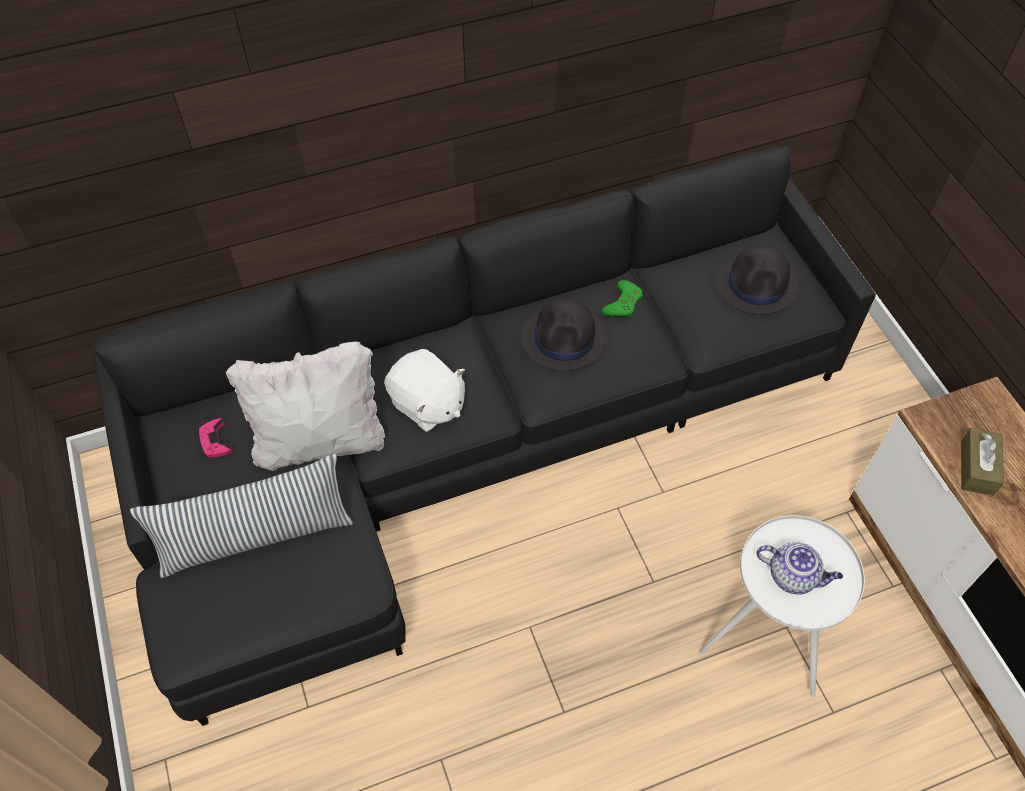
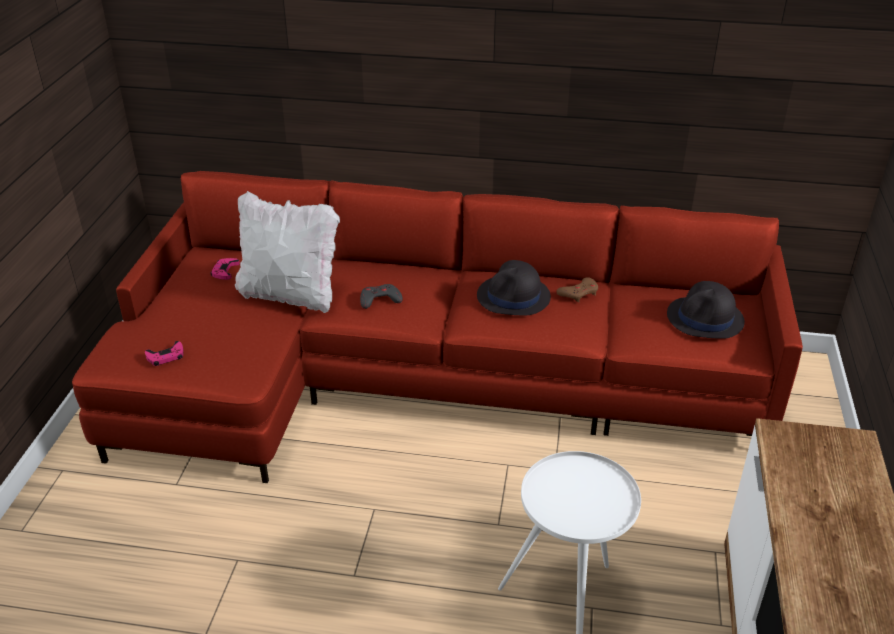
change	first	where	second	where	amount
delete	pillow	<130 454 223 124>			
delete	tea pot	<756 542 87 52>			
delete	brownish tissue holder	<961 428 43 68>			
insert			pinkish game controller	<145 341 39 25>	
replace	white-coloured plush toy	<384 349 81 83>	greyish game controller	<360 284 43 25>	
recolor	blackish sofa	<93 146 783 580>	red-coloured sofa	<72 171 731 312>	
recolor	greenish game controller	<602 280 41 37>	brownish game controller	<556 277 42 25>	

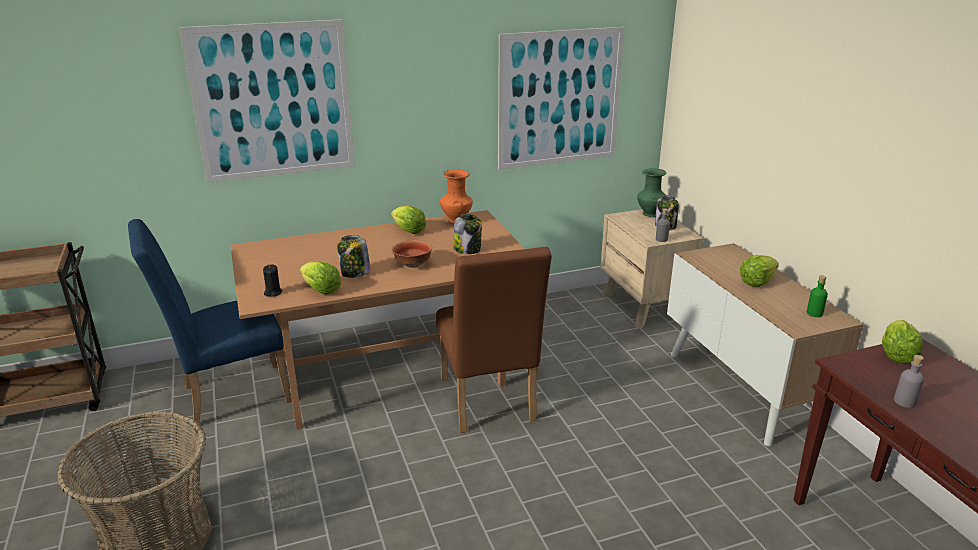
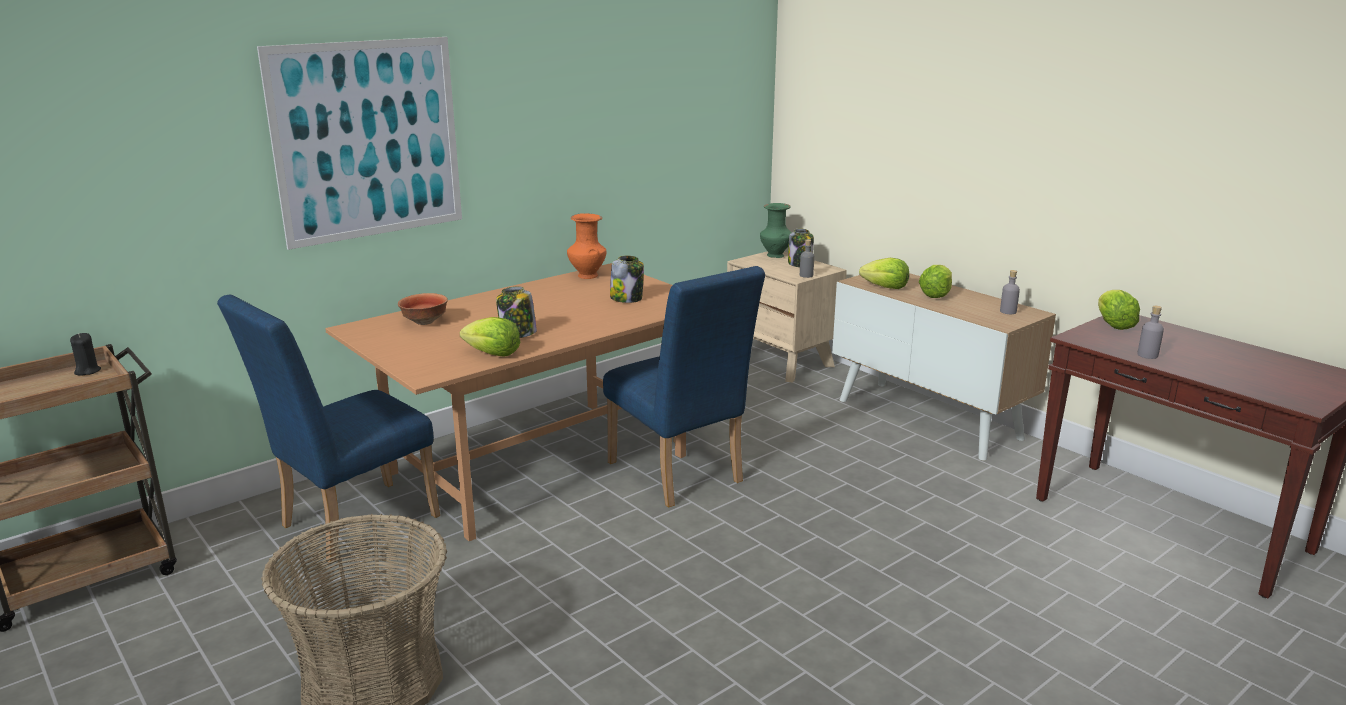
change	first	where	second	where	amount
delete	wall art	<498 27 127 143>			
move	blackish candle	<263 265 19 32>		<70 333 31 43>	
move	lettuce head	<391 206 35 28>		<859 258 50 31>	
move	bowl	<392 240 40 28>		<398 293 50 32>	
recolor	brownish plain chair	<436 247 116 186>	blue-coloured plain chair	<603 266 162 242>	
recolor	greenish bottle	<807 275 21 42>	greyish bottle	<1000 270 20 44>	

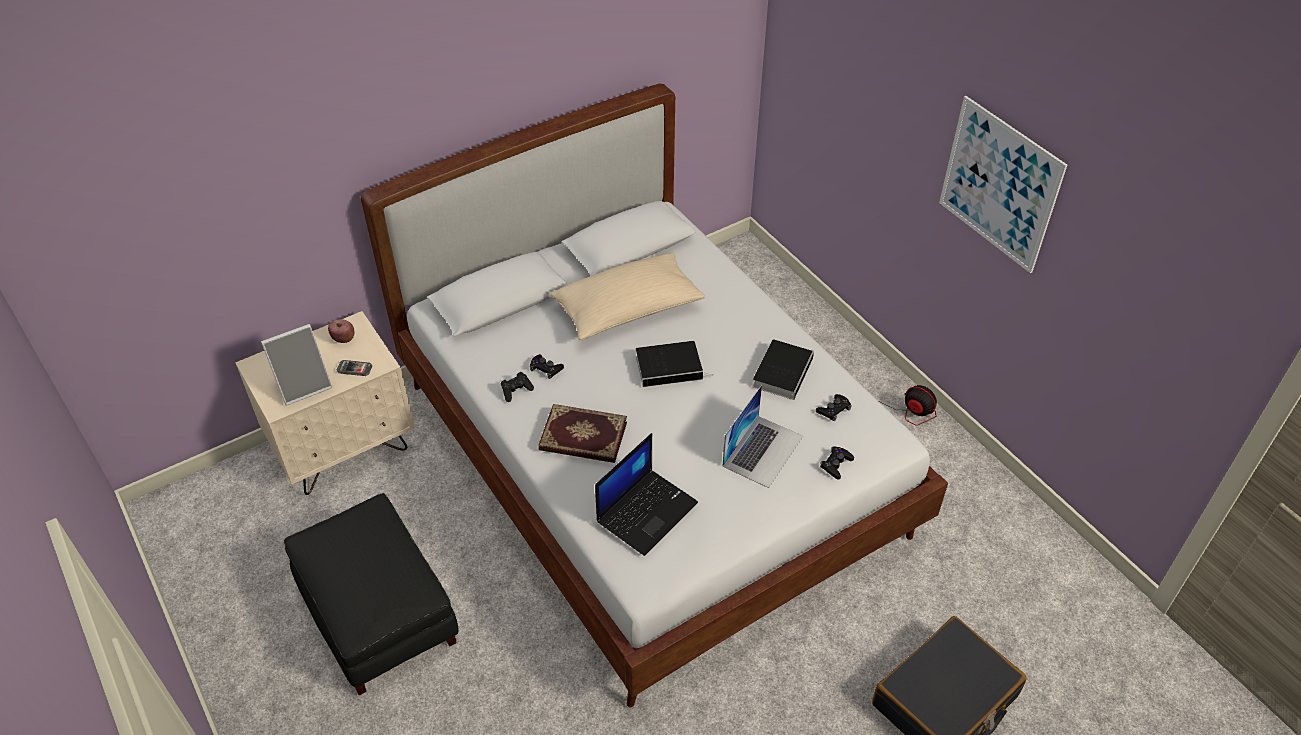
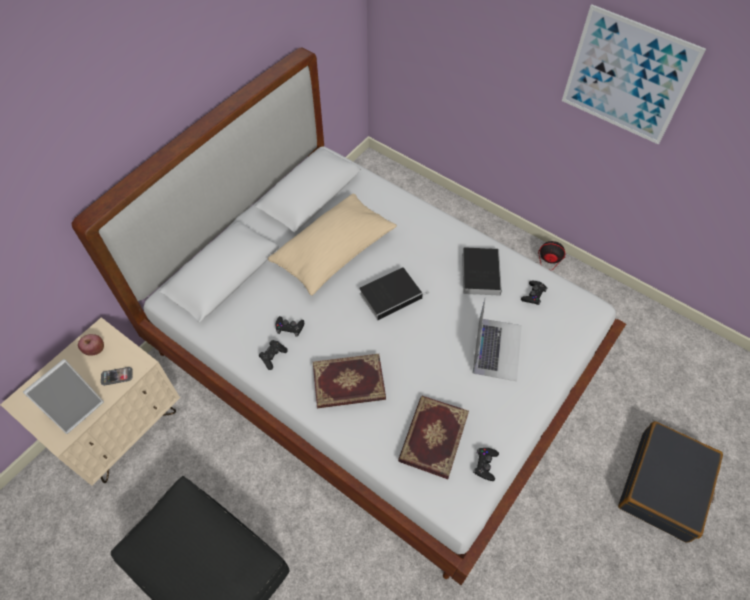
change	first	where	second	where	amount
move	blackish game controller	<820 446 34 34>		<473 448 26 33>	
replace	laptop	<595 433 103 123>	book	<398 396 71 83>	

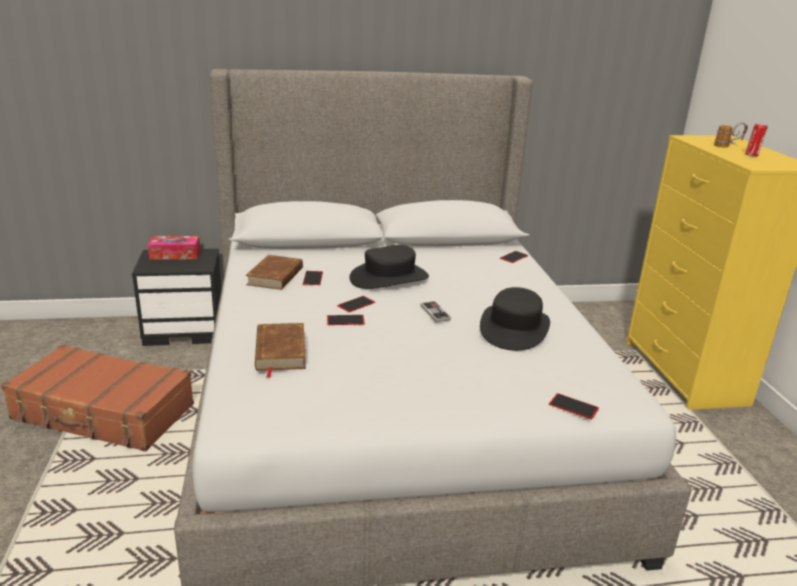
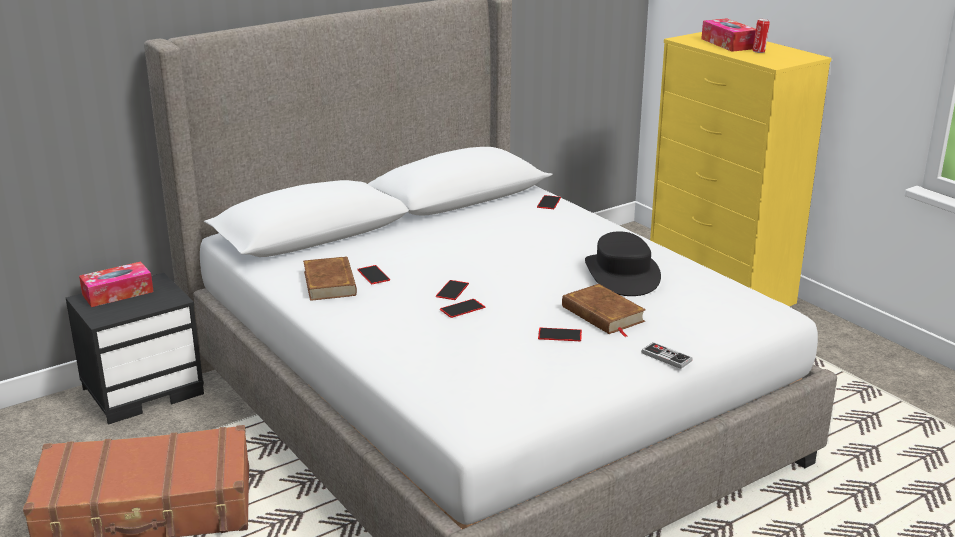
change	first	where	second	where	amount
delete	blackish clothing hat	<349 245 80 44>			
move	brownish book	<255 323 51 55>		<562 284 84 53>	
move	game controller	<420 301 31 21>		<641 342 52 27>	
move	phone	<549 393 50 27>		<538 328 44 13>	
replace	coffee mug	<714 122 34 26>	tissue holder	<701 18 55 34>	

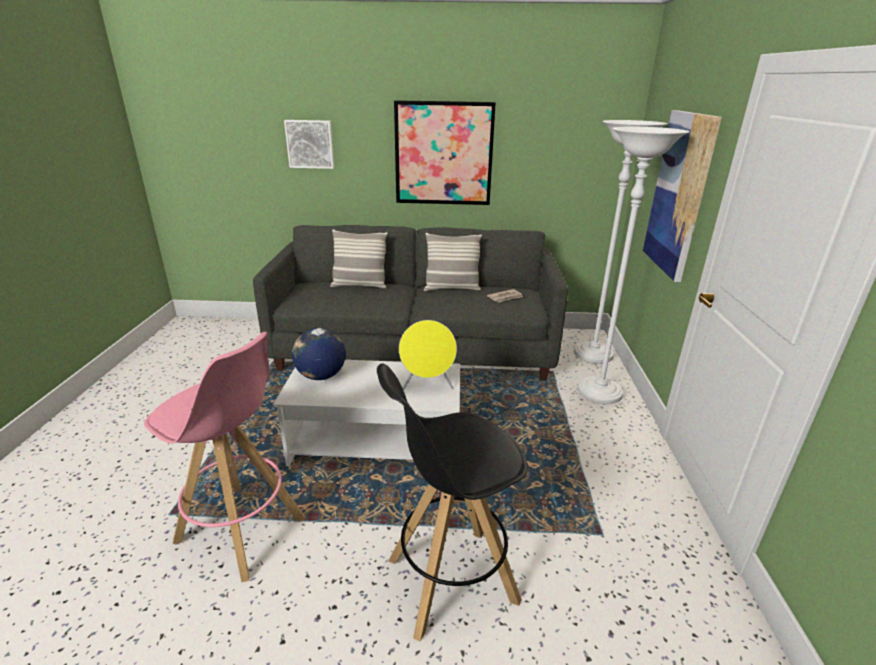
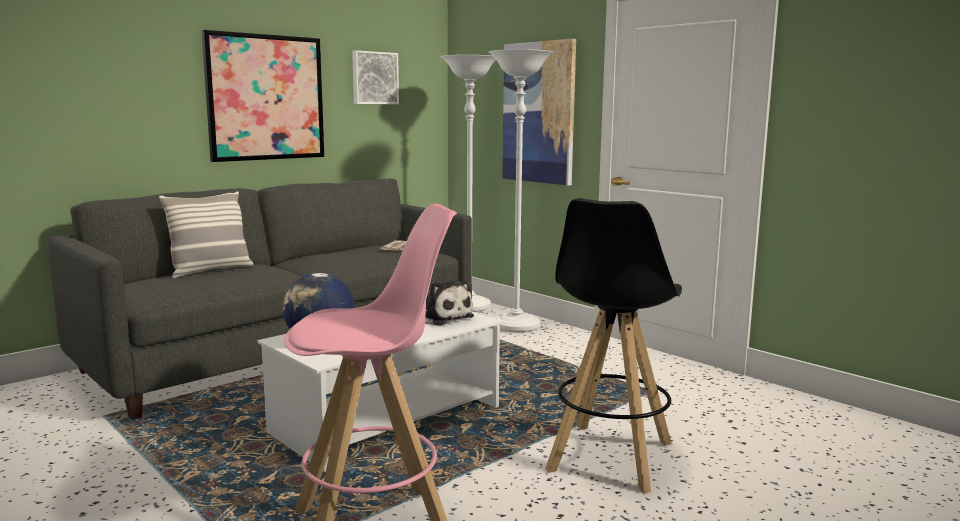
change	first	where	second	where	amount
delete	pillow	<424 233 58 58>			
move	wall art	<284 120 50 49>		<352 50 47 54>	
replace	yellow-coloured loudspeaker	<399 320 58 71>	plush toy	<425 280 49 46>	

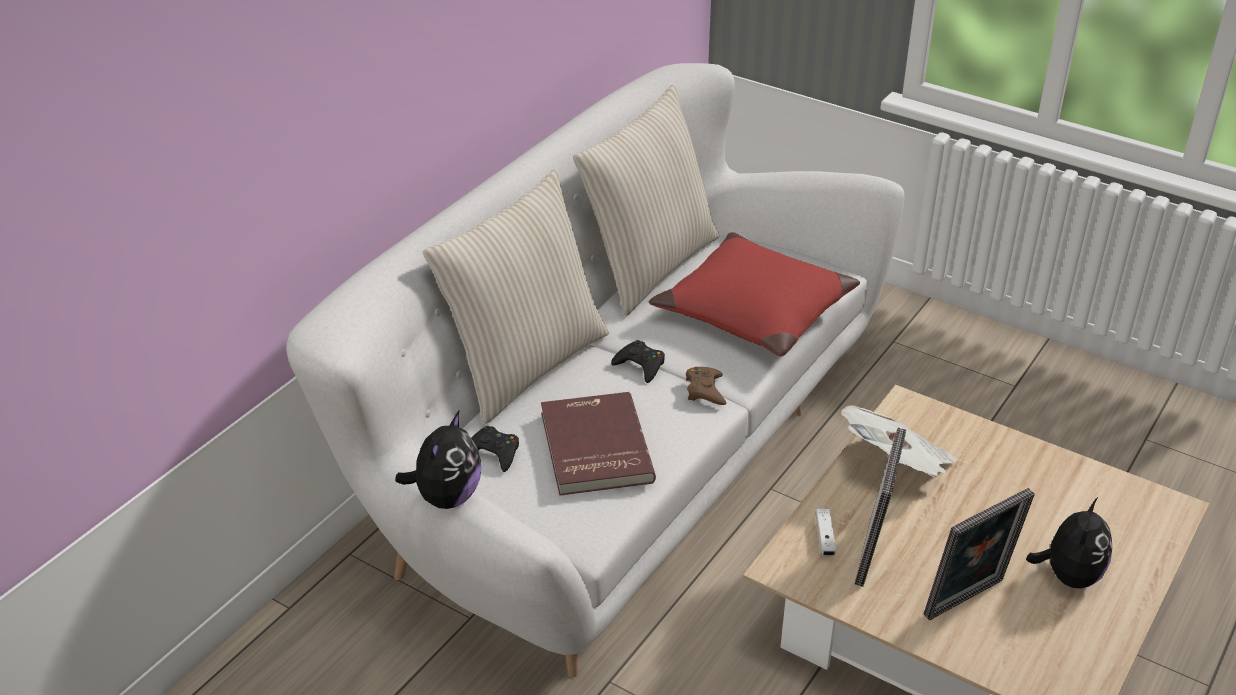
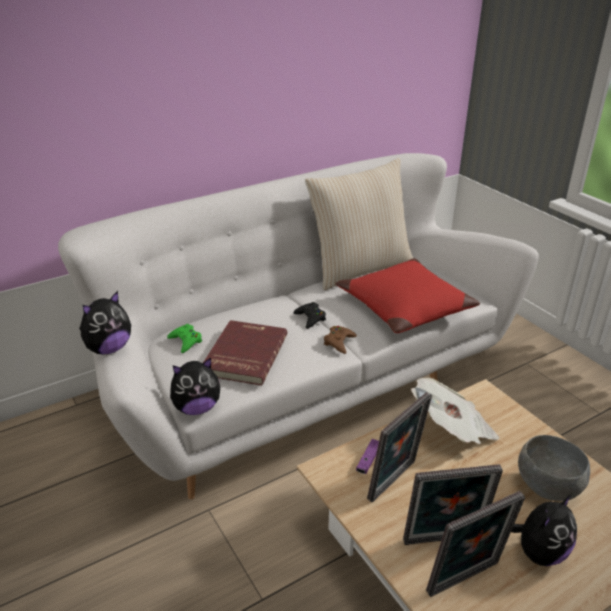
change	first	where	second	where	amount
delete	sand-coloured pillow	<423 169 186 255>			
insert			plush toy	<170 358 51 57>	
insert			picture frame	<426 491 99 106>	
insert			greyish bowl	<518 435 72 66>	
recolor	blackish game controller	<471 426 48 46>	greenish game controller	<167 324 35 29>	
recolor	white-coloured game controller	<816 508 20 48>	purplish game controller	<356 439 23 35>	

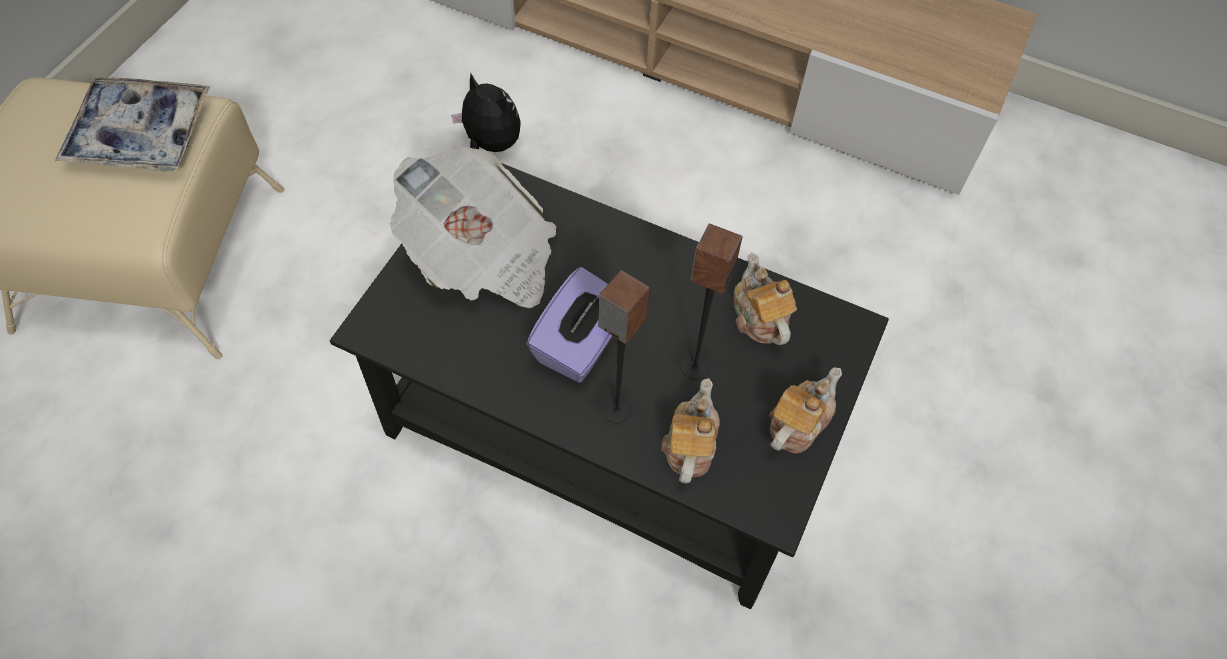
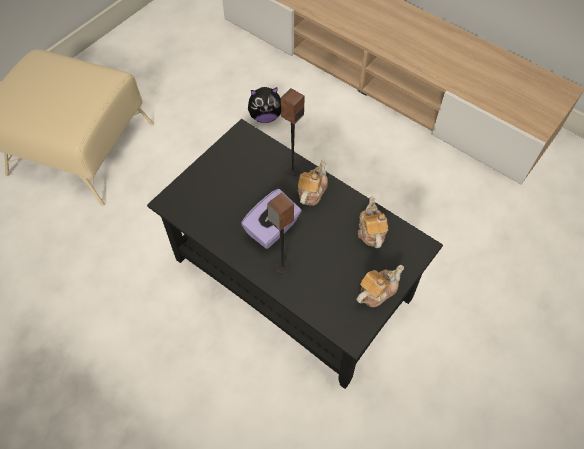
change	first	where	second	where	amount
delete	carrying tray	<55 77 155 94>			
delete	newspaper	<390 146 166 162>			
move	tea pot	<661 378 59 105>		<298 160 30 46>	
move	loudspeaker	<681 224 62 156>		<281 88 24 88>	
rotate	plush toy	<451 73 70 79>		<248 87 33 36>	120 degrees clockwise

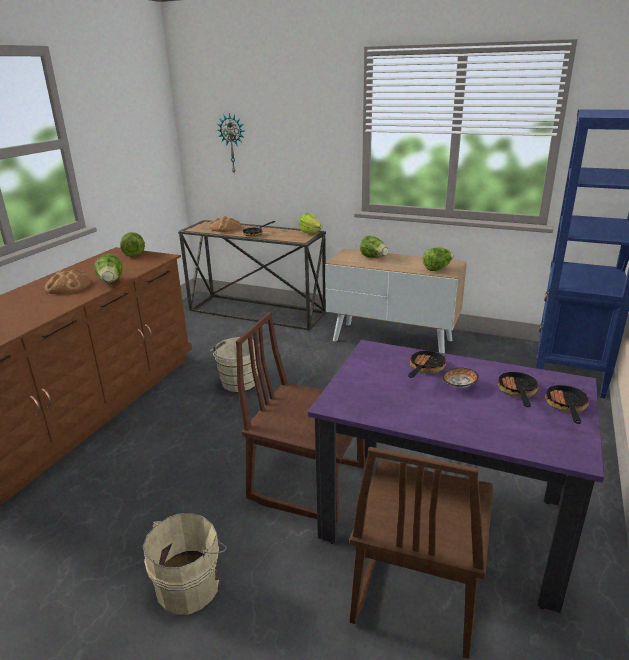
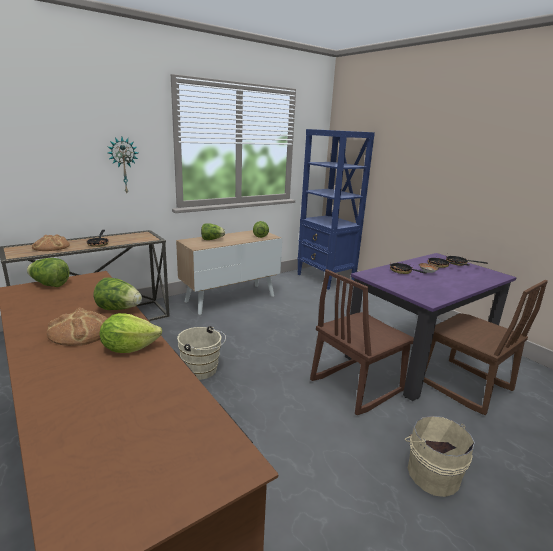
change	first	where	second	where	amount
move	hanging clock	<217 113 27 60>		<107 137 31 56>	
move	lettuce head	<299 213 24 21>		<100 313 62 40>	

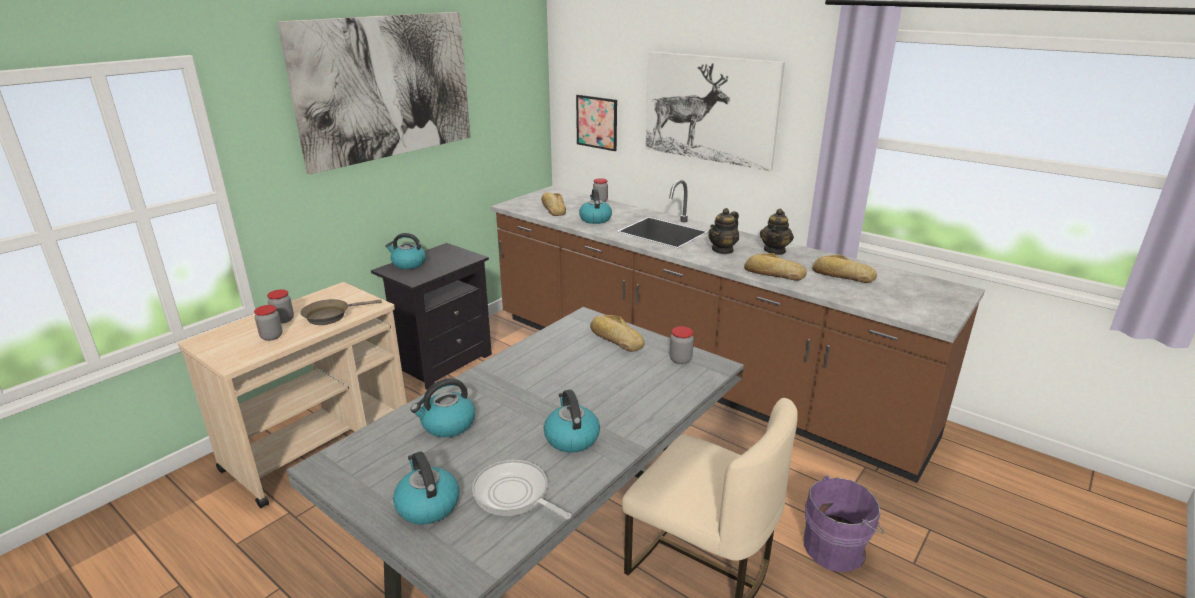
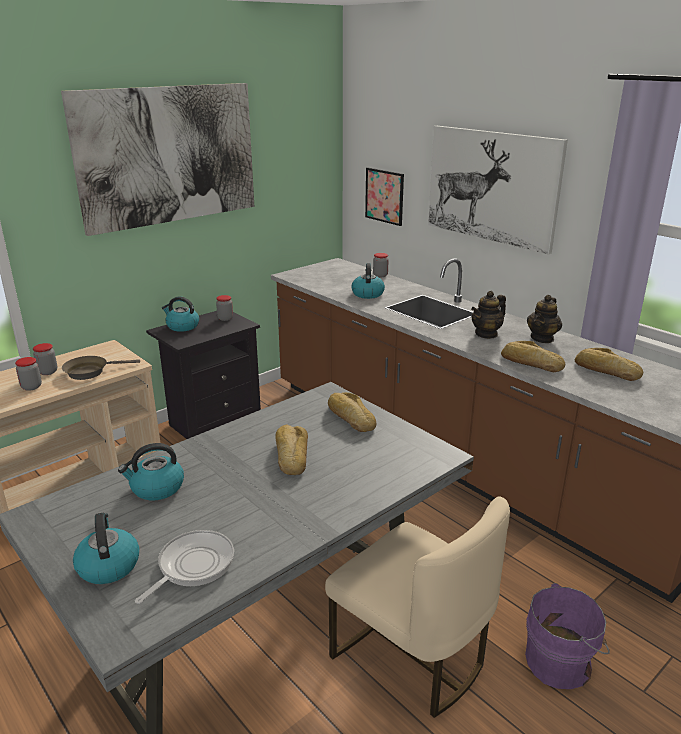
change	first	where	second	where	amount
delete	kettle	<544 390 56 63>			
move	bread	<541 192 25 24>		<275 425 33 50>	
move	preserve jar	<670 326 24 38>		<216 295 17 26>	
rotate	frying pan	<472 460 100 59>		<135 530 99 74>	75 degrees clockwise

